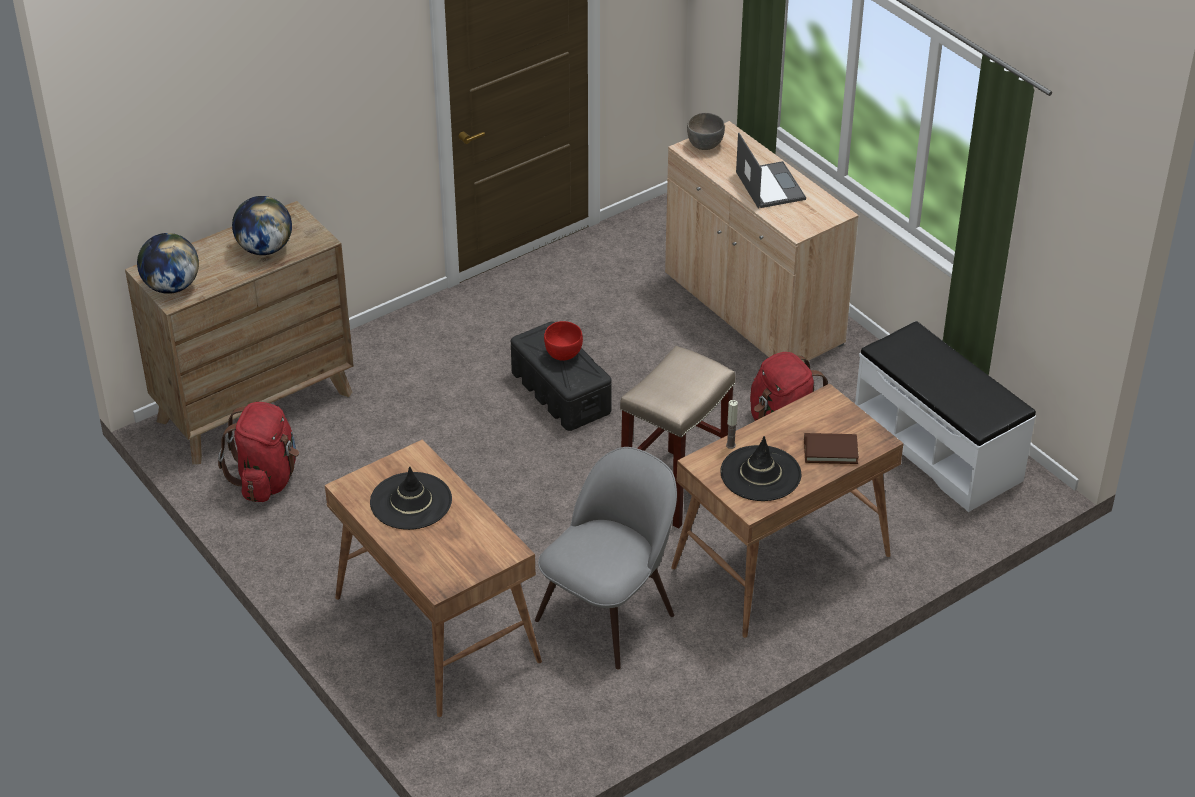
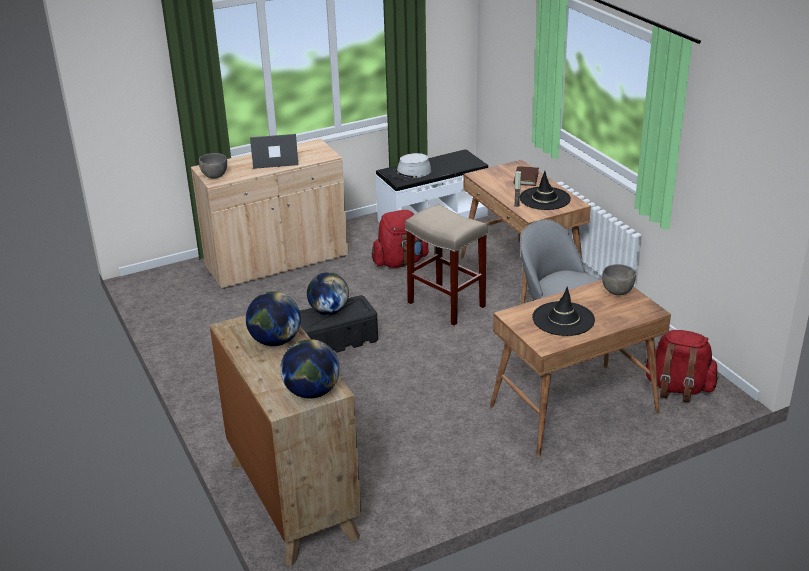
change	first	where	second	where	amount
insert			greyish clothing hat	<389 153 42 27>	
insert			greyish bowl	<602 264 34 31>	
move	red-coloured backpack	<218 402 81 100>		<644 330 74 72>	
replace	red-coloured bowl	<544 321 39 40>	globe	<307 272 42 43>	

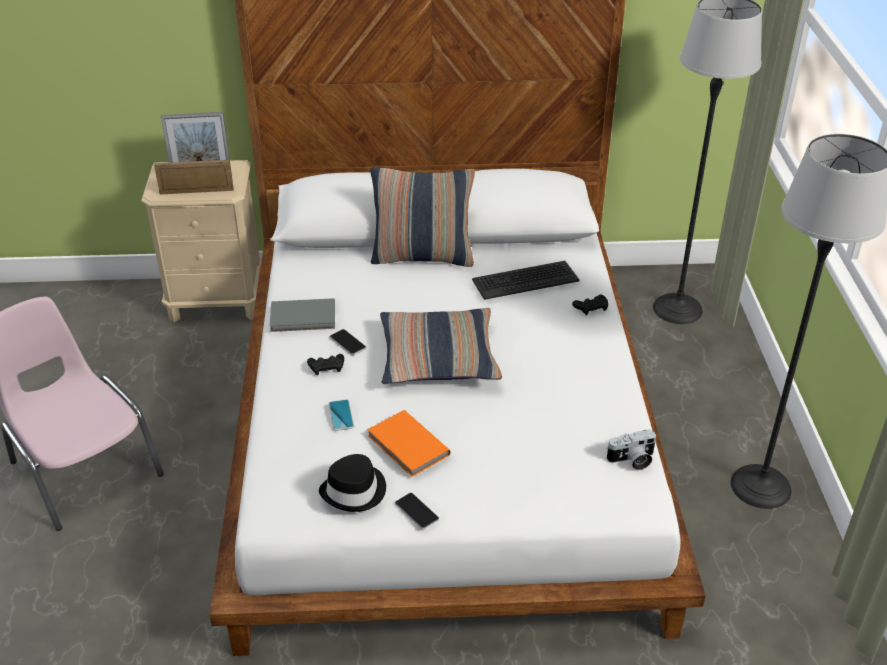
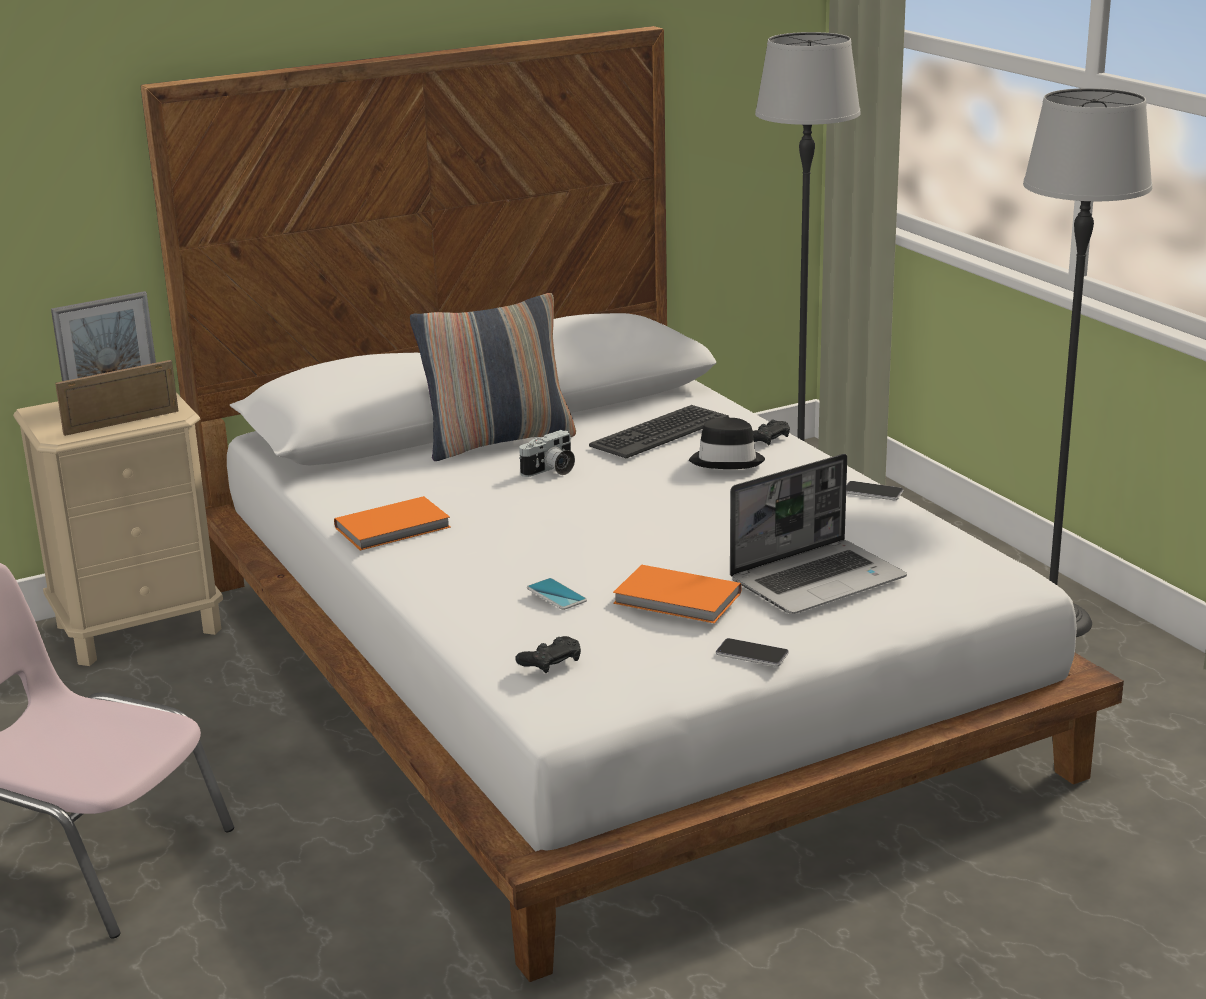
change	first	where	second	where	amount
delete	pillow	<380 308 122 76>			
insert			laptop	<730 454 177 160>	
move	blackish game controller	<307 354 37 21>		<515 636 66 37>	
move	blackish clothing hat	<319 454 67 58>		<689 418 76 51>	
move	phone	<330 329 36 26>		<846 481 58 19>	
move	still camera	<607 429 49 41>		<519 430 56 47>	
recolor	greyish book	<270 298 65 34>	orangey book	<334 496 117 55>	

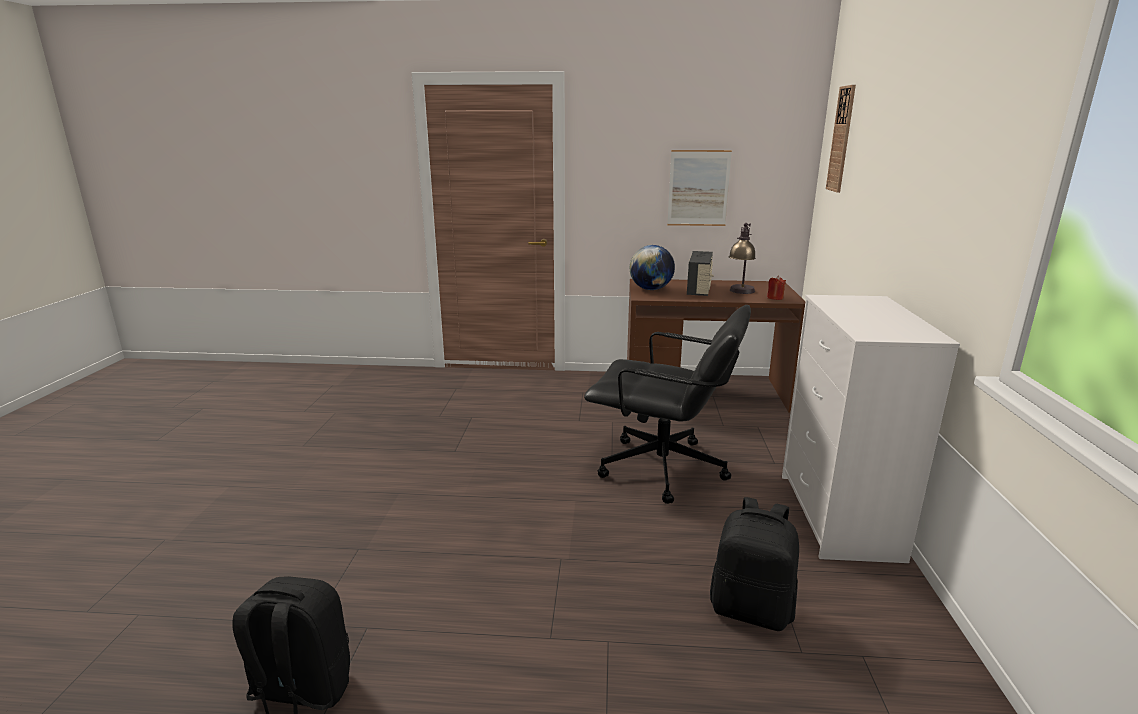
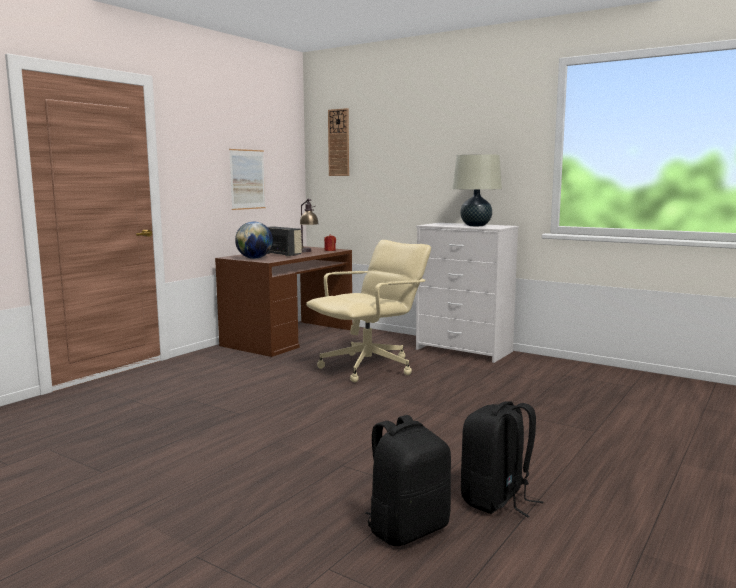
change	first	where	second	where	amount
insert			sand-coloured lamp for a table	<453 154 49 72>	
move	blackish backpack	<710 497 89 134>		<365 415 86 131>	
recolor	blackish desk chair	<584 305 167 199>	sand-coloured desk chair	<306 240 125 142>	

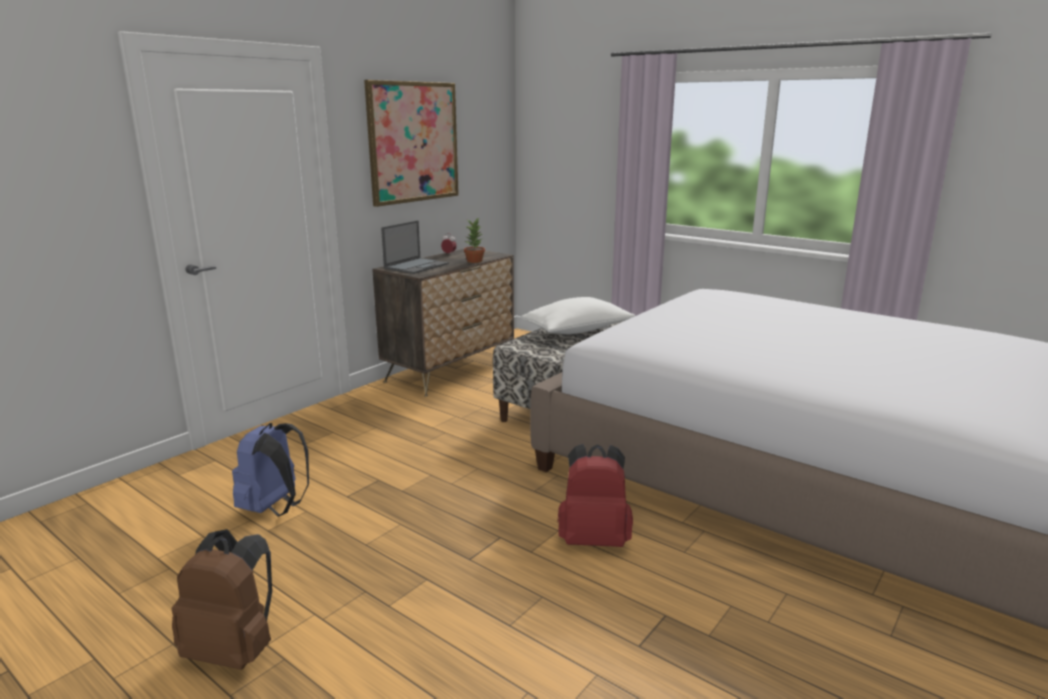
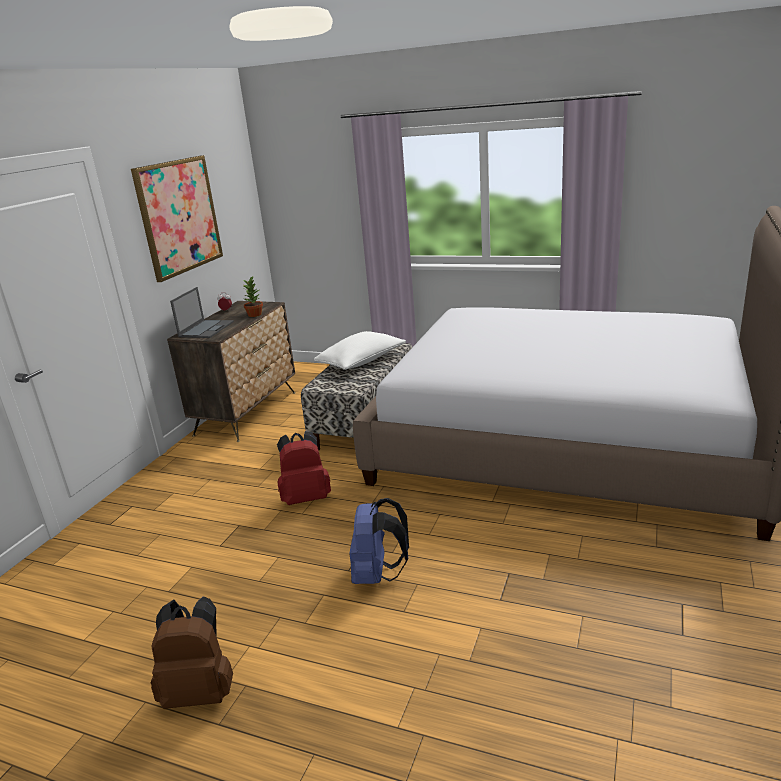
change	first	where	second	where	amount
move	blue-coloured backpack	<232 423 77 93>		<349 498 60 86>	
move	red-coloured backpack	<558 444 75 103>		<277 431 54 74>	

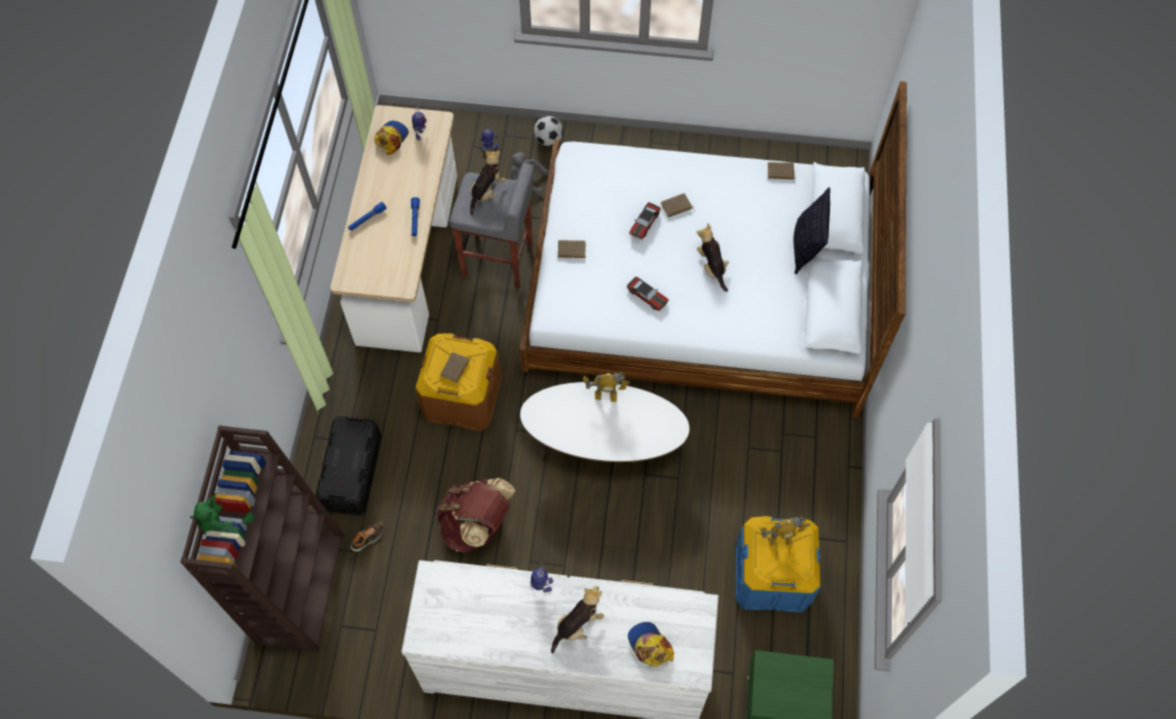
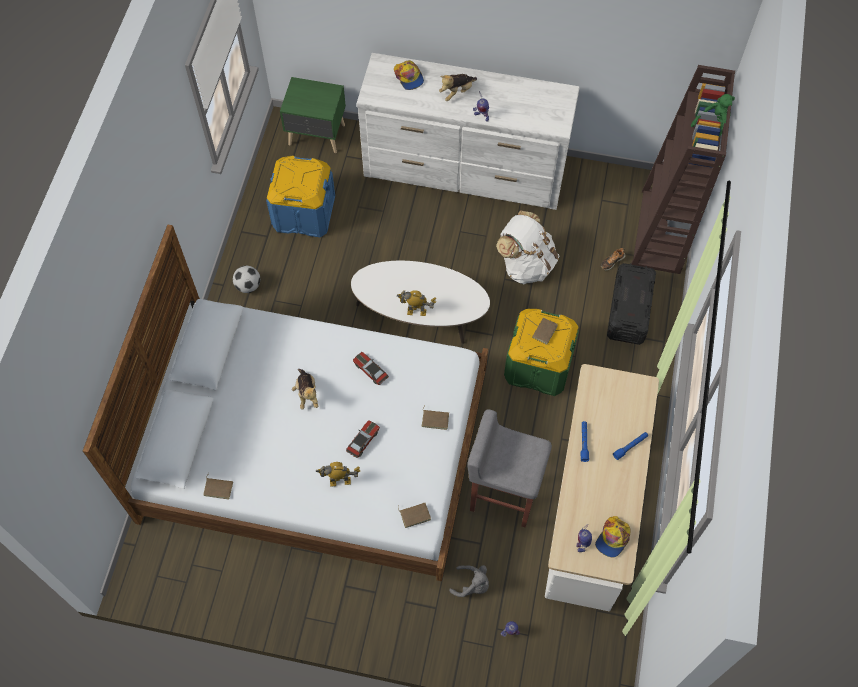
change	first	where	second	where	amount
delete	plush toy	<470 150 36 65>			
delete	pillow	<794 187 36 87>			
move	football	<534 116 29 30>		<233 266 27 27>	
move	brownish book	<661 193 34 24>		<398 503 33 25>	
move	model robot	<760 516 50 30>		<316 462 44 25>	
recolor	brownish storage container	<415 333 87 99>	greenish storage container	<504 309 75 87>	
recolor	brownish backpack	<436 478 80 75>	white-coloured backpack	<496 210 63 74>	

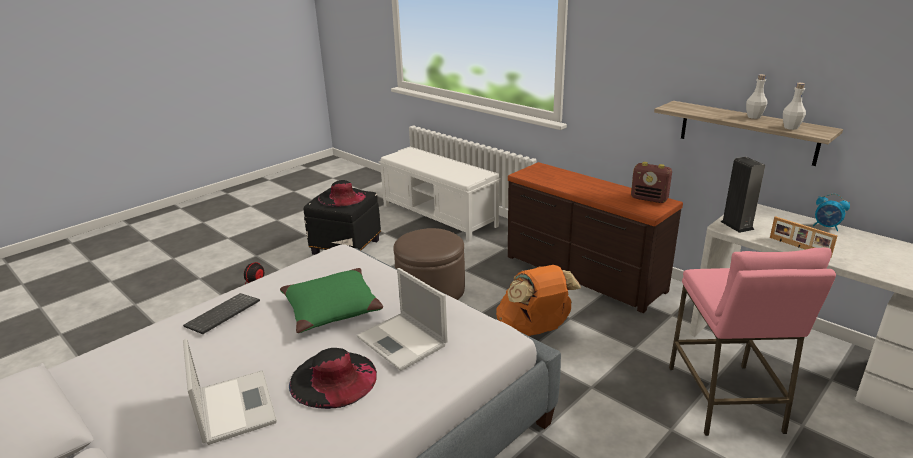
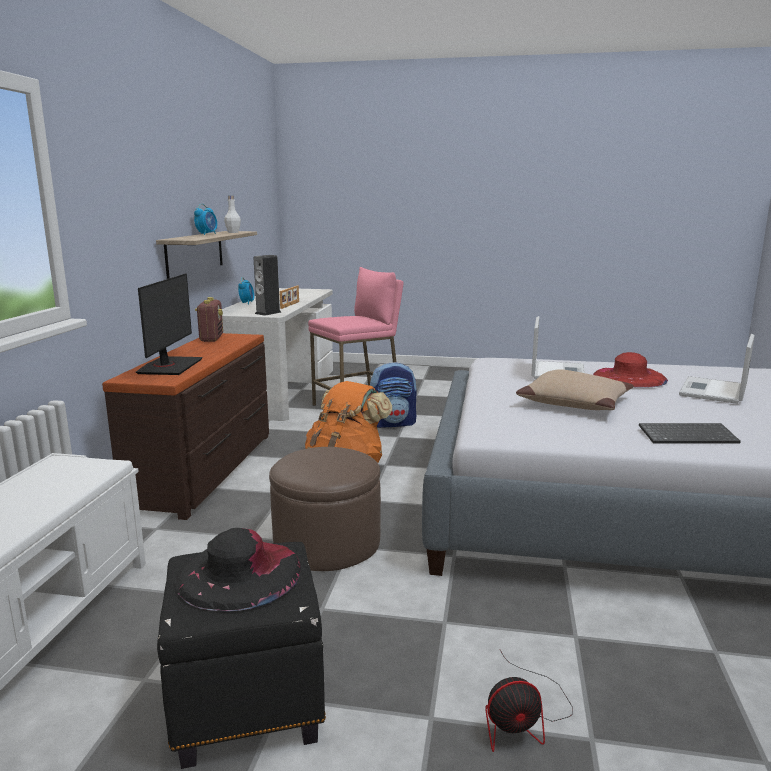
change	first	where	second	where	amount
insert			computer display	<136 273 67 102>	
insert			backpack	<370 362 46 66>	
replace	white-coloured bottle	<746 74 21 45>	alarm clock	<194 204 23 31>	
recolor	greenish pillow	<280 268 103 65>	sand-coloured pillow	<516 369 118 41>	
recolor	blackish clothing hat	<289 348 88 61>	red-coloured clothing hat	<593 352 75 36>	

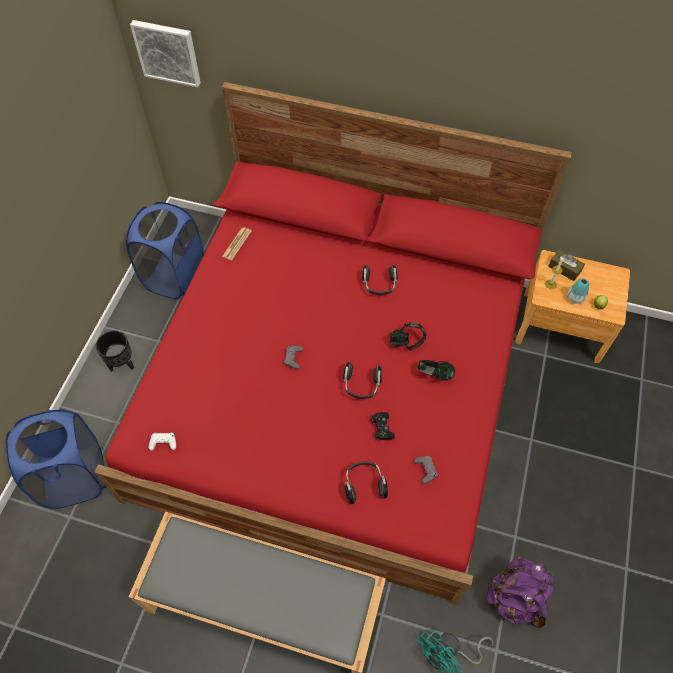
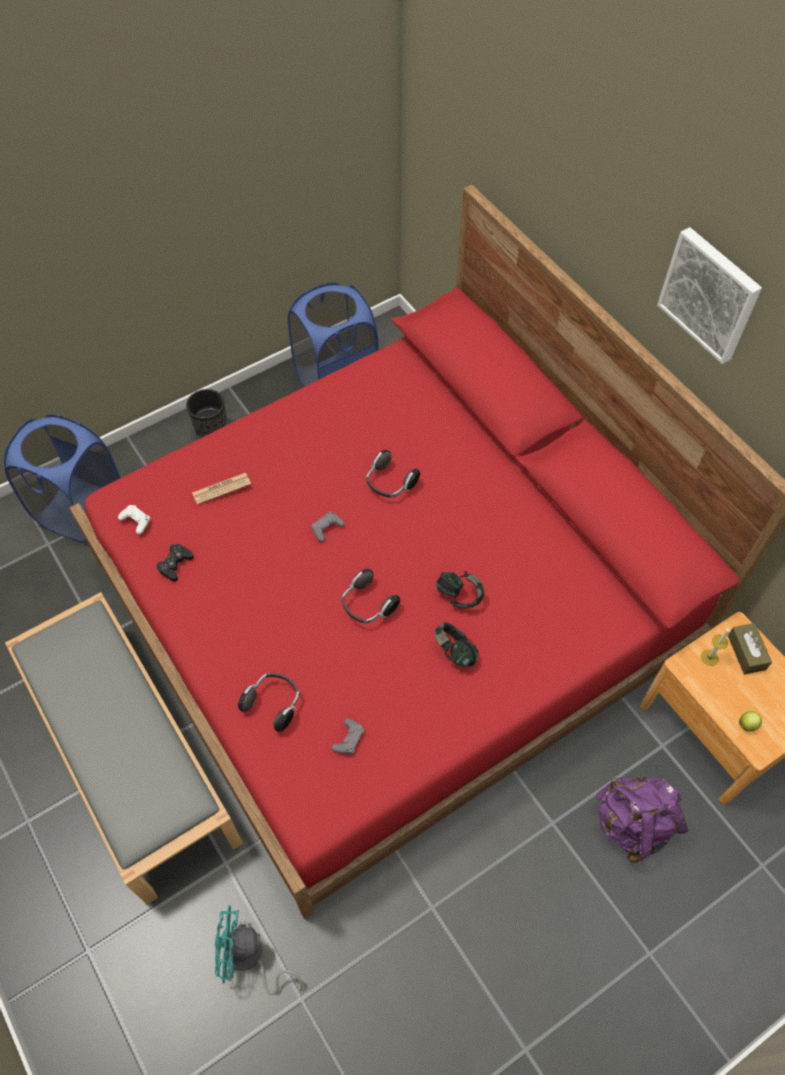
change	first	where	second	where	amount
delete	flower vase	<568 279 21 25>			
move	wall art	<130 20 71 67>		<657 227 105 137>	
move	newspaper	<222 227 30 33>		<192 473 59 32>	
move	pair of headphones	<362 265 35 30>		<366 450 54 48>	
move	blackish game controller	<371 412 24 28>		<156 544 38 38>	
move	purplish backpack	<487 557 67 71>		<596 777 92 86>	

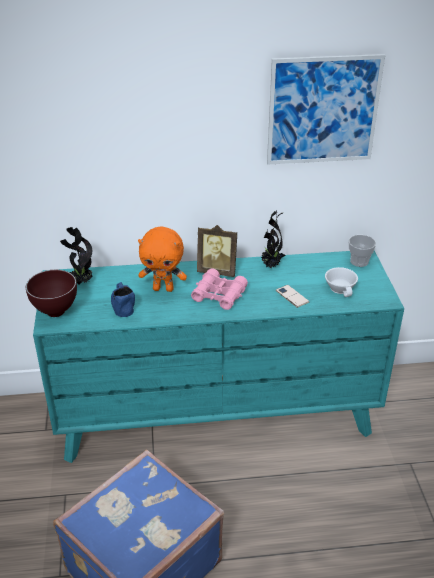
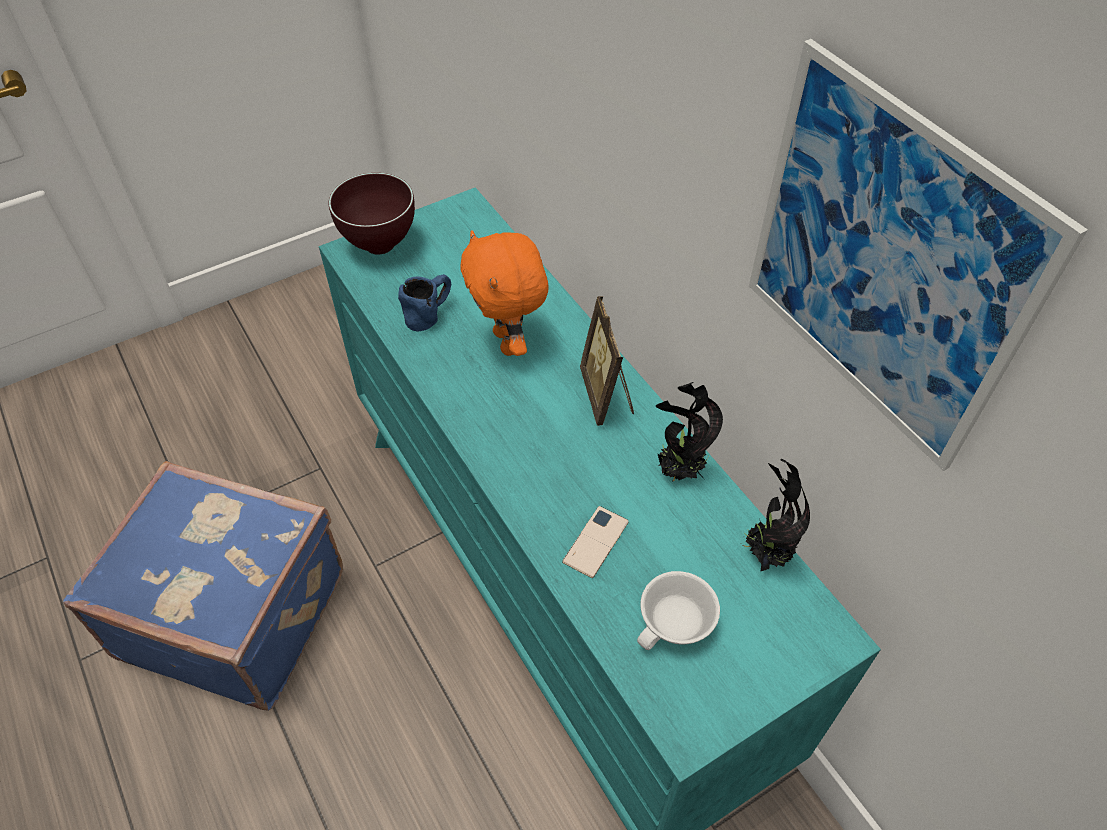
change	first	where	second	where	amount
delete	pinkish binoculars	<191 268 57 42>			
delete	drinking cup	<349 235 27 32>			
move	potted plant	<60 227 33 58>		<741 459 69 112>	

